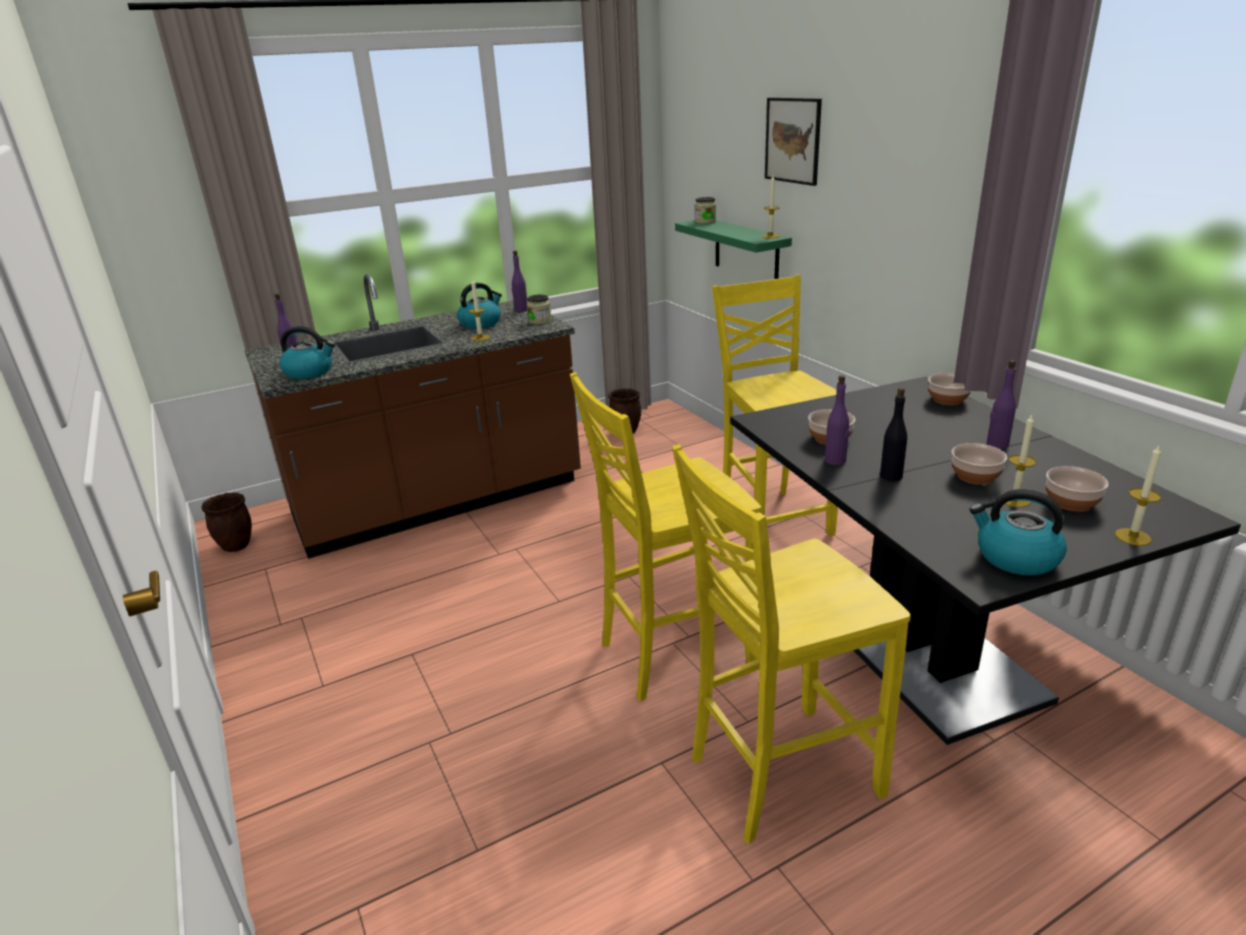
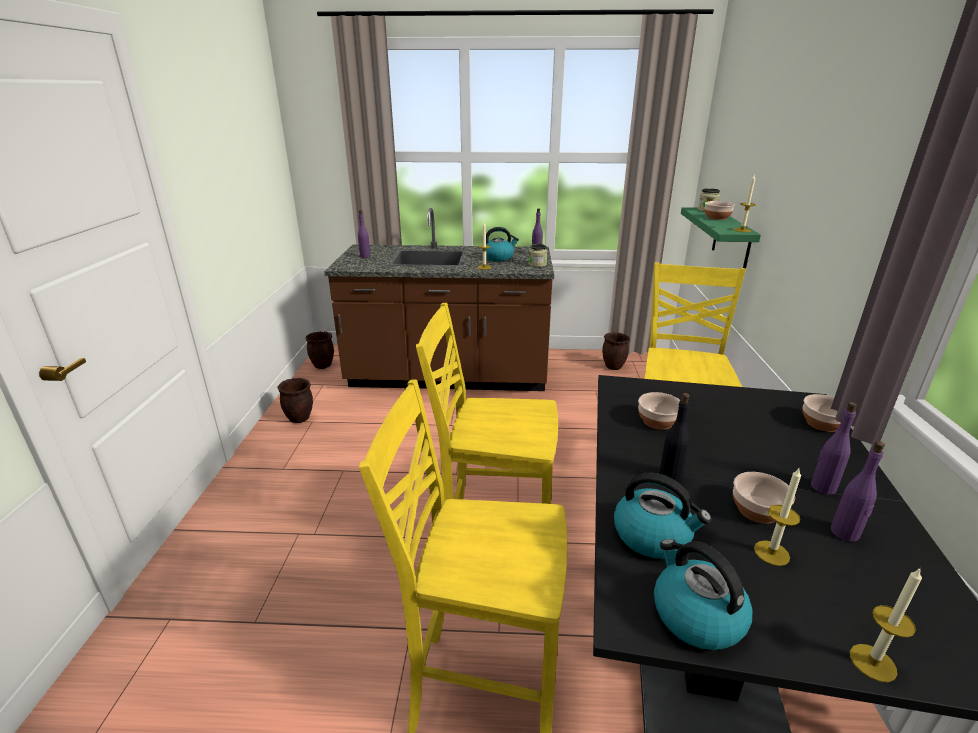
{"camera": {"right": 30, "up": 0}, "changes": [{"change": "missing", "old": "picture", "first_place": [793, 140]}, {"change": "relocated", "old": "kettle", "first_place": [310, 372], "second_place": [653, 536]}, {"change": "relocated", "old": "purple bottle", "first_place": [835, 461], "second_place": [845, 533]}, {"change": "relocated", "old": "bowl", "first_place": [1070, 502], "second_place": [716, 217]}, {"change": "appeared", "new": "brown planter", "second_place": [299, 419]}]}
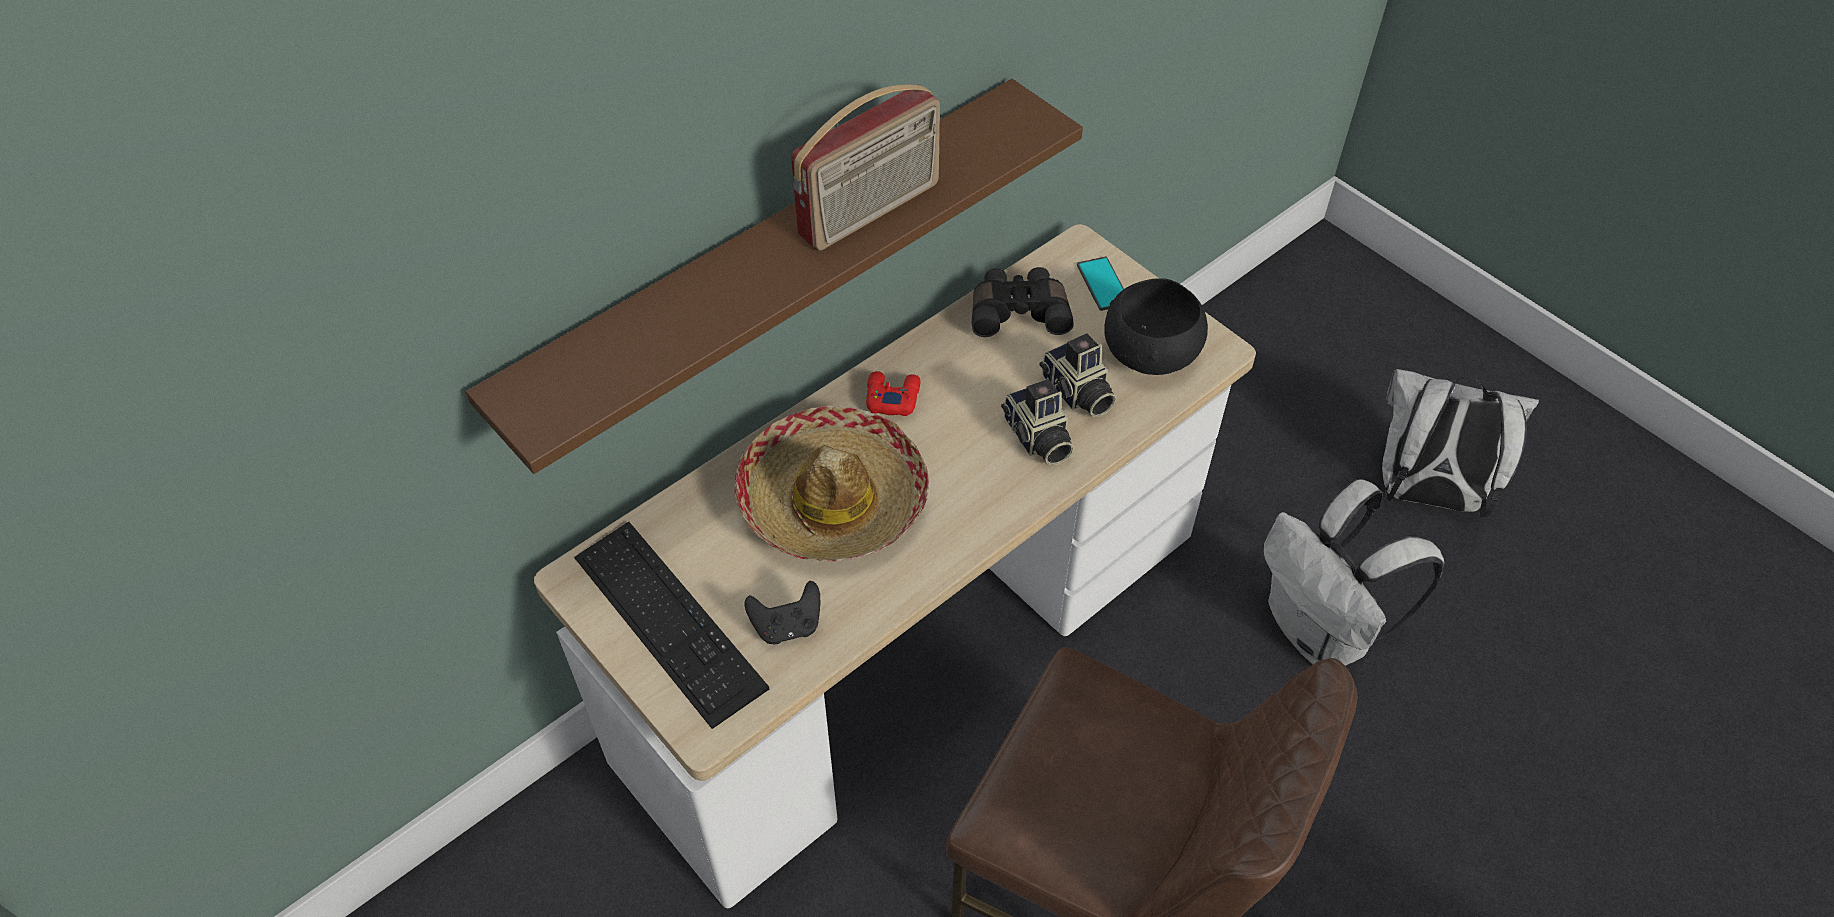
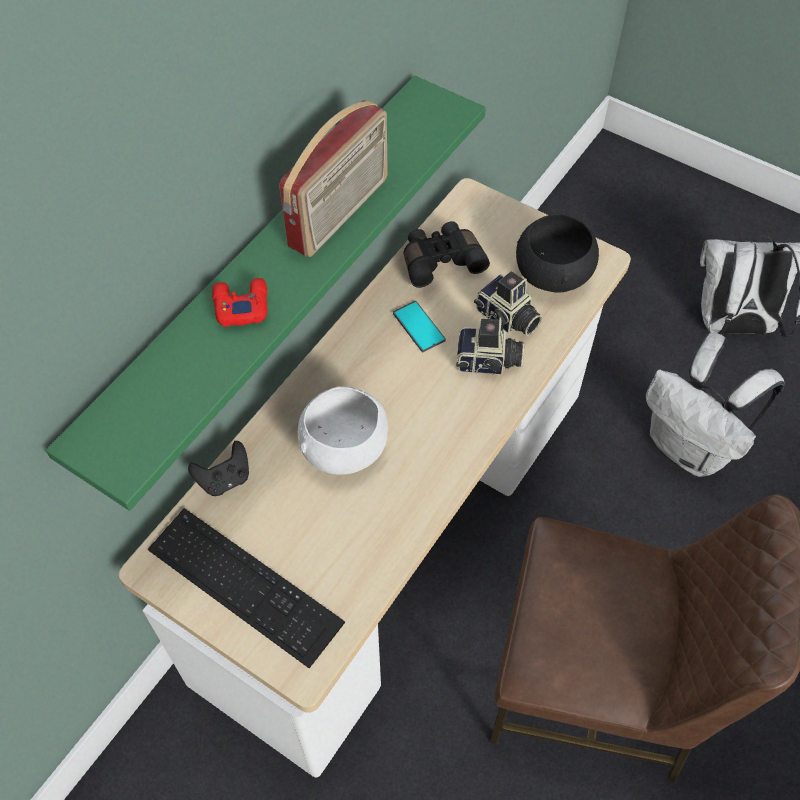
{"camera": {"right": -15, "up": 5}, "changes": [{"change": "colour", "old": "brown shelf", "new": "green shelf", "first_place": [770, 266], "second_place": [260, 274]}, {"change": "relocated", "old": "phone", "first_place": [1102, 284], "second_place": [418, 327]}, {"change": "relocated", "old": "red game controller", "first_place": [892, 397], "second_place": [241, 305]}, {"change": "spun", "old": "photo camera", "first_place": [1037, 439], "second_place": [488, 362], "degrees": -45}, {"change": "exchanged", "old": "hat", "new": "white bowl", "first_place": [832, 499], "second_place": [344, 450]}, {"change": "relocated", "old": "black game controller", "first_place": [787, 626], "second_place": [225, 479]}]}
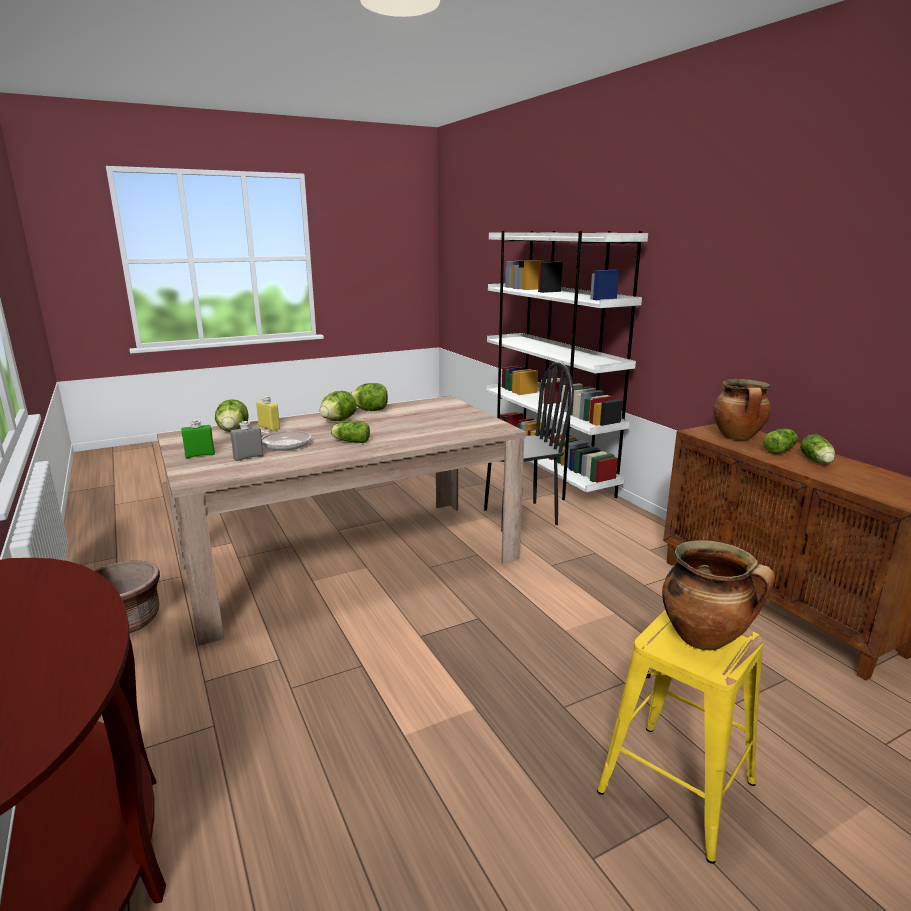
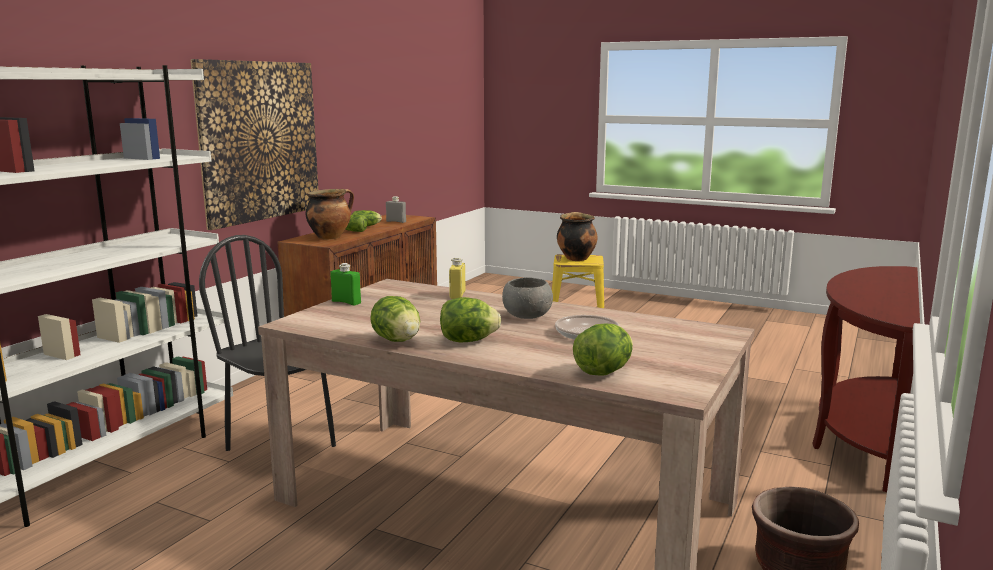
{"camera": {"right": -125, "up": -5}, "changes": [{"change": "relocated", "old": "yellow bottle", "first_place": [269, 428], "second_place": [457, 295]}, {"change": "relocated", "old": "green bottle", "first_place": [200, 455], "second_place": [346, 302]}, {"change": "relocated", "old": "grey bottle", "first_place": [248, 457], "second_place": [396, 221]}, {"change": "exchanged", "old": "lettuce", "new": "grey bowl", "first_place": [350, 441], "second_place": [527, 316]}, {"change": "appeared", "new": "picture", "second_place": [259, 141]}]}
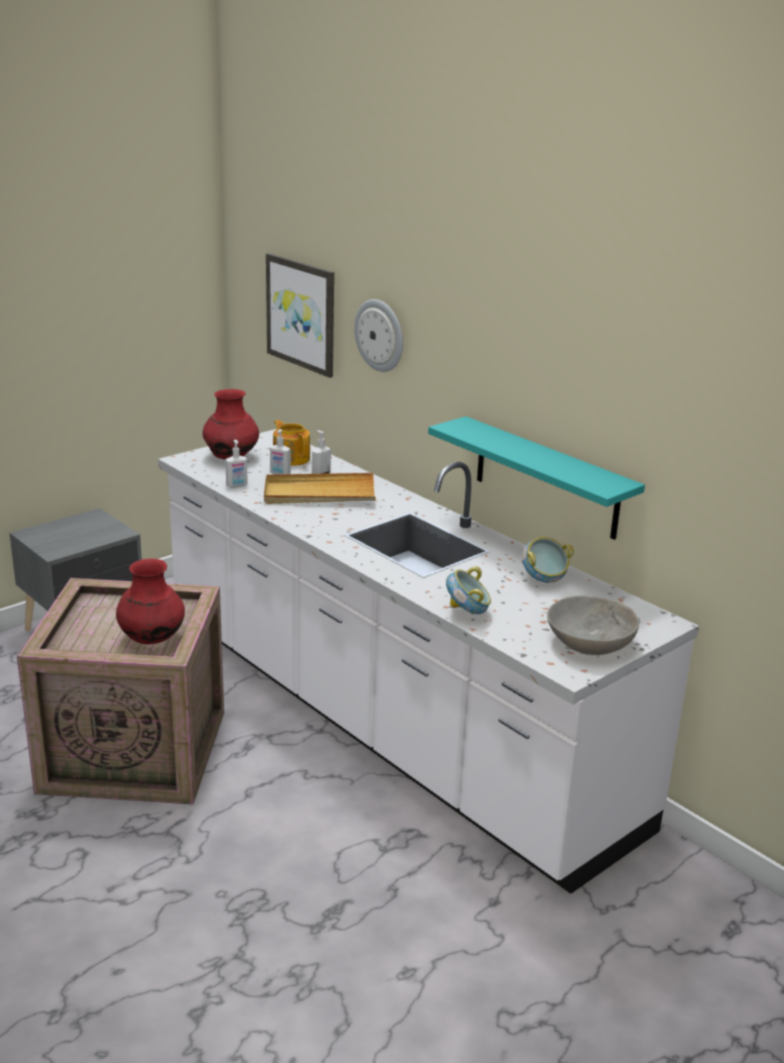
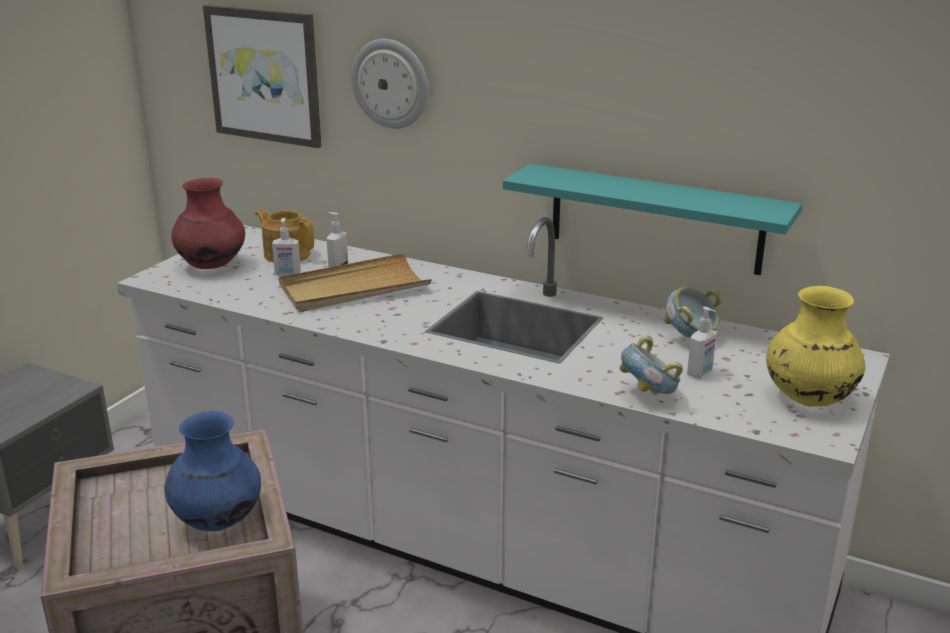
{"camera": {"right": -20, "up": 0}, "changes": [{"change": "relocated", "old": "soap dispenser", "first_place": [237, 485], "second_place": [700, 373]}, {"change": "colour", "old": "red vase", "new": "blue vase", "first_place": [151, 639], "second_place": [217, 520]}, {"change": "exchanged", "old": "grey bowl", "new": "yellow vase", "first_place": [589, 642], "second_place": [808, 399]}]}
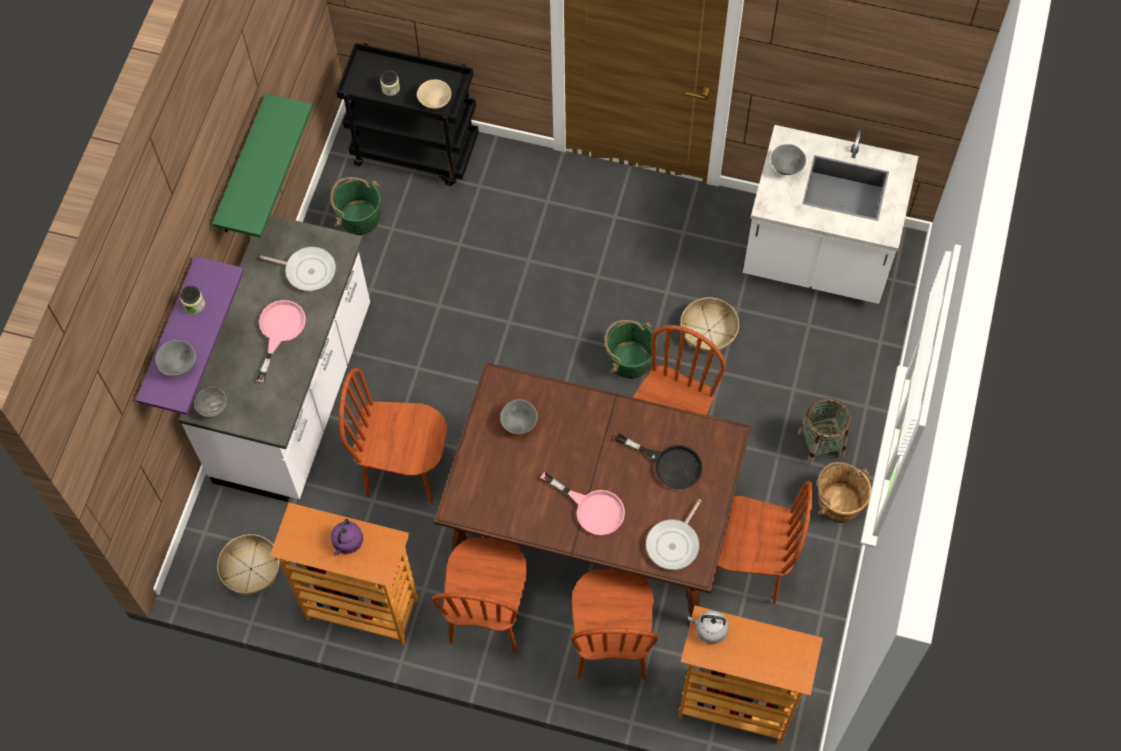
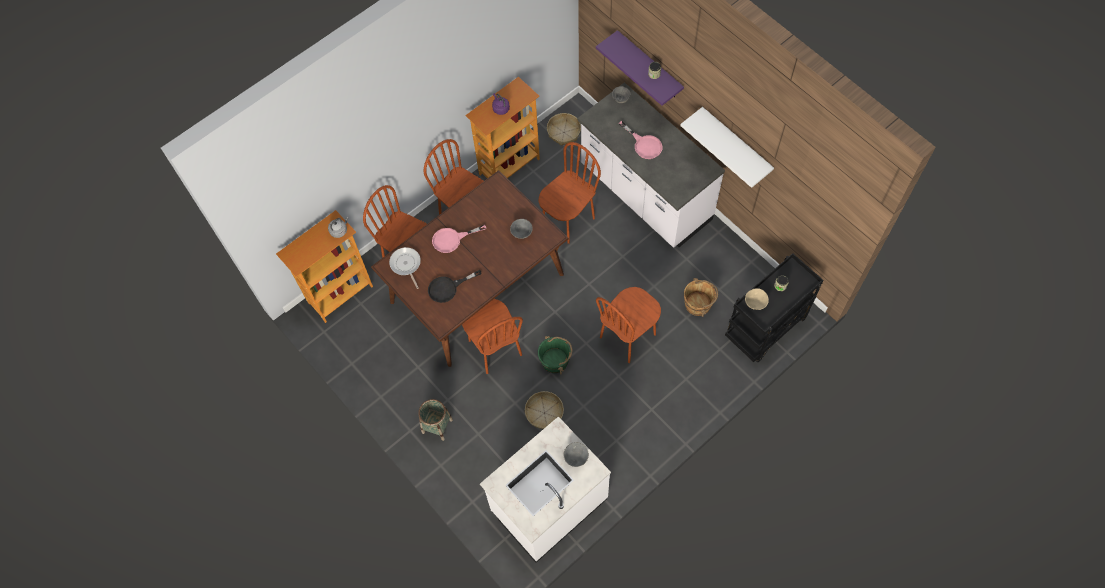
{"camera": {"right": 125, "up": 0}, "changes": [{"change": "colour", "old": "green shelf", "new": "white shelf", "first_place": [242, 168], "second_place": [736, 144]}, {"change": "missing", "old": "green bucket", "first_place": [359, 217]}, {"change": "missing", "old": "frying pan", "first_place": [307, 270]}, {"change": "missing", "old": "grey bowl", "first_place": [180, 366]}, {"change": "relocated", "old": "brown bucket", "first_place": [839, 502], "second_place": [698, 304]}, {"change": "relocated", "old": "brown chair", "first_place": [746, 567], "second_place": [628, 336]}]}
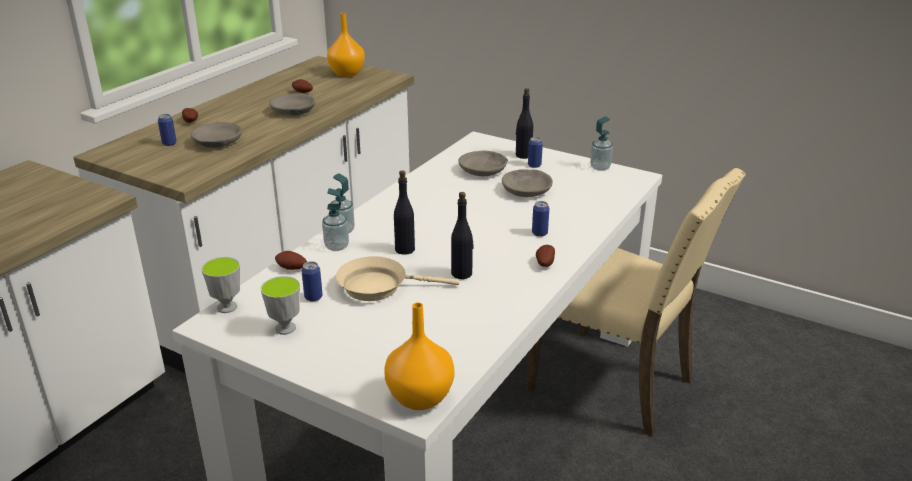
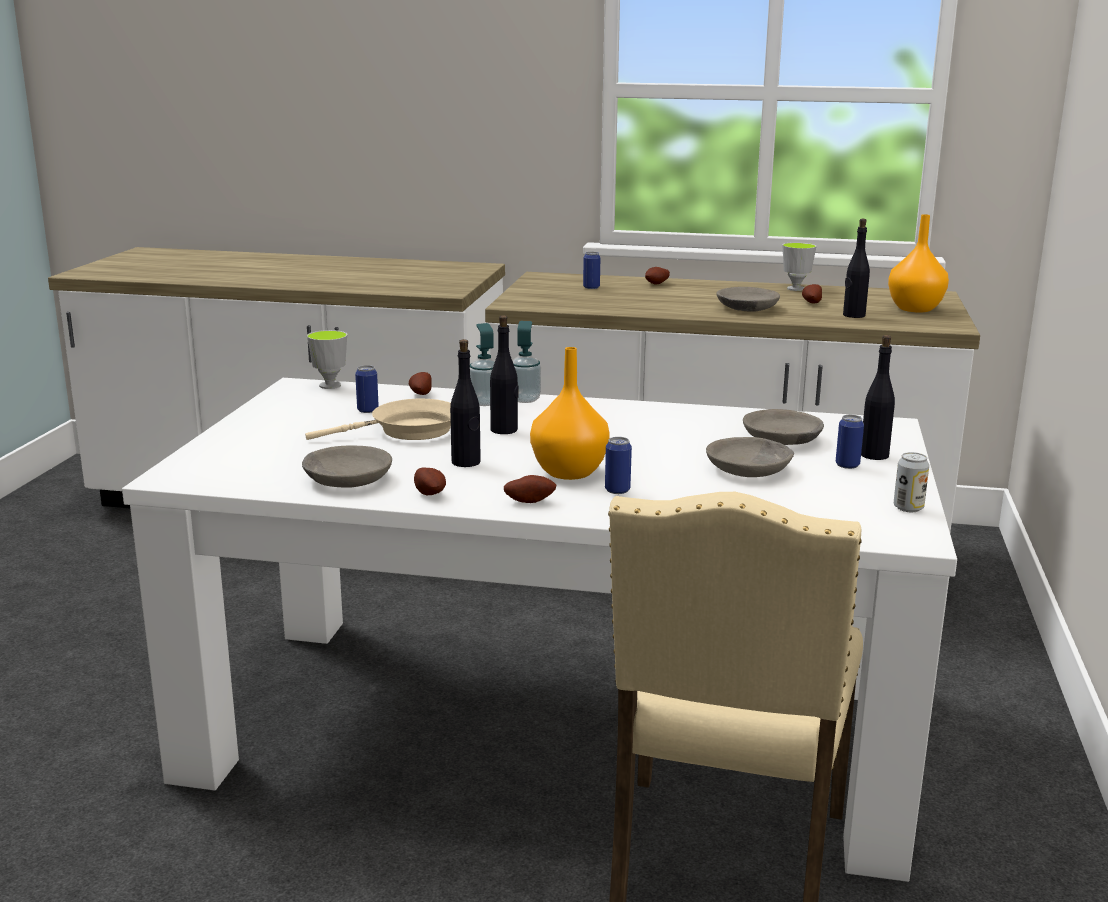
{"camera": {"right": 70, "up": -10}, "changes": [{"change": "exchanged", "old": "soap dispenser", "new": "can", "first_place": [600, 167], "second_place": [908, 508]}, {"change": "relocated", "old": "grey bowl", "first_place": [217, 142], "second_place": [346, 479]}, {"change": "spun", "old": "beige frying pan", "first_place": [378, 286], "second_place": [408, 431], "degrees": 90}, {"change": "relocated", "old": "cup", "first_place": [285, 328], "second_place": [796, 289]}, {"change": "relocated", "old": "orange vase", "first_place": [419, 397], "second_place": [570, 472]}, {"change": "appeared", "new": "black bottle", "second_place": [853, 315]}, {"change": "appeared", "new": "potato", "second_place": [430, 493]}]}
